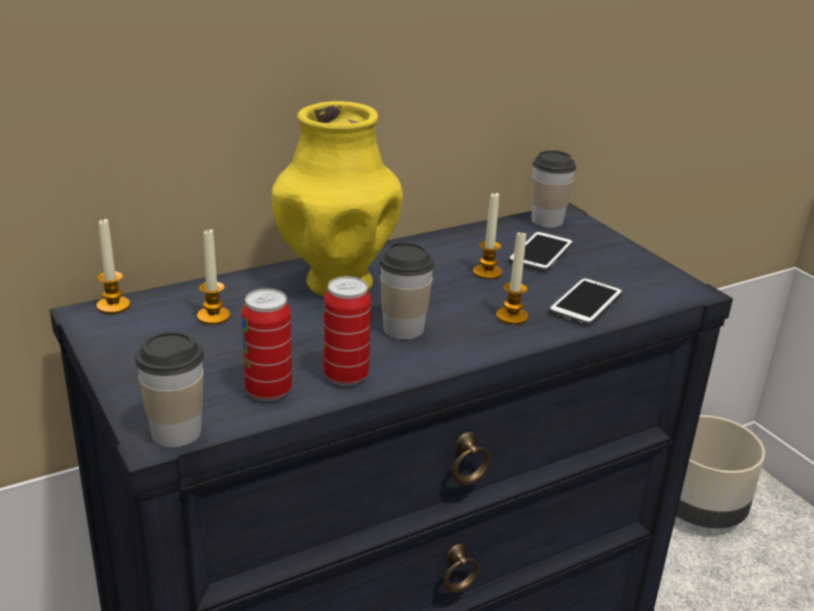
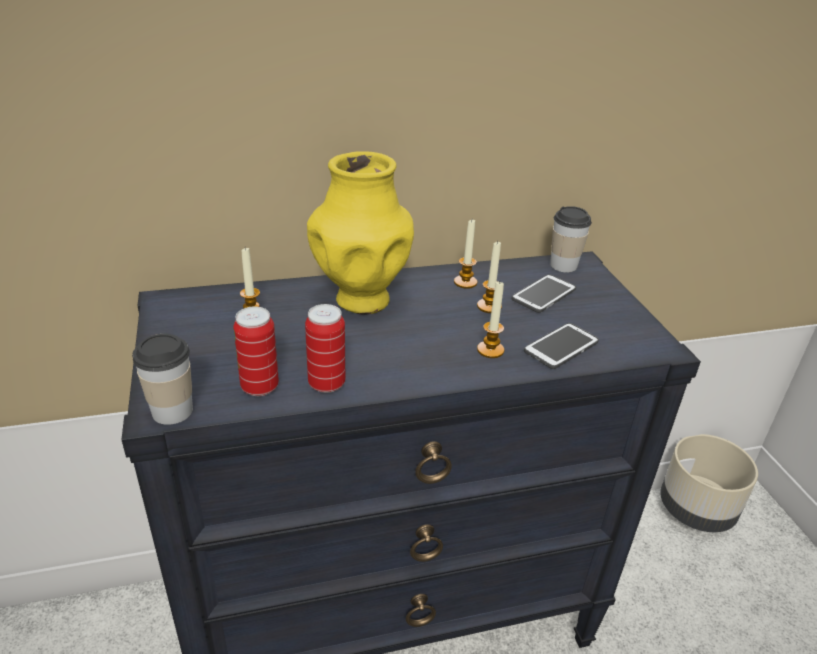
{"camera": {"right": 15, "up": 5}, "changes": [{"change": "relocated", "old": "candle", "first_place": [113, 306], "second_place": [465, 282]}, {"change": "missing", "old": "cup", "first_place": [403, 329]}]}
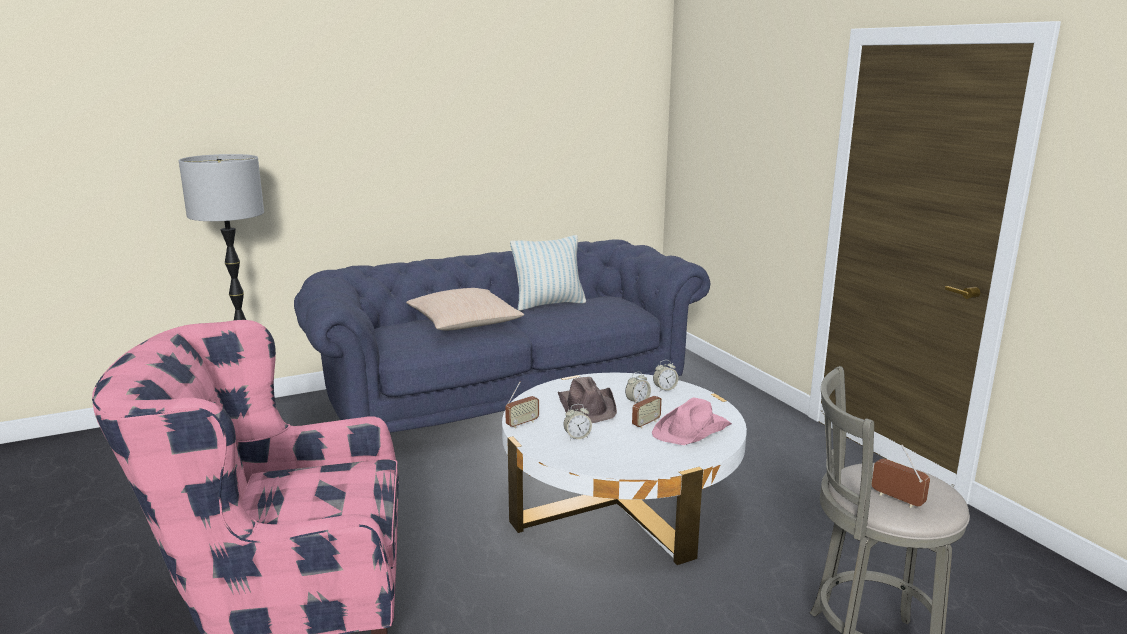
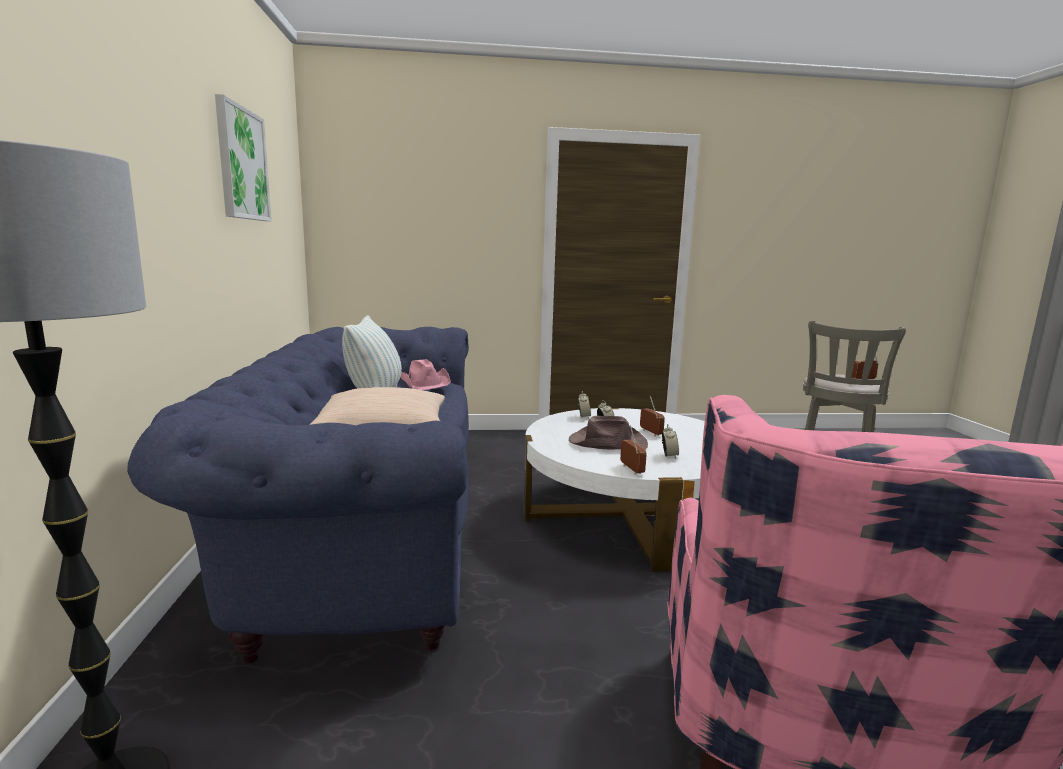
{"camera": {"right": -70, "up": -5}, "changes": [{"change": "relocated", "old": "pink hat", "first_place": [692, 430], "second_place": [425, 383]}, {"change": "appeared", "new": "picture", "second_place": [242, 164]}]}
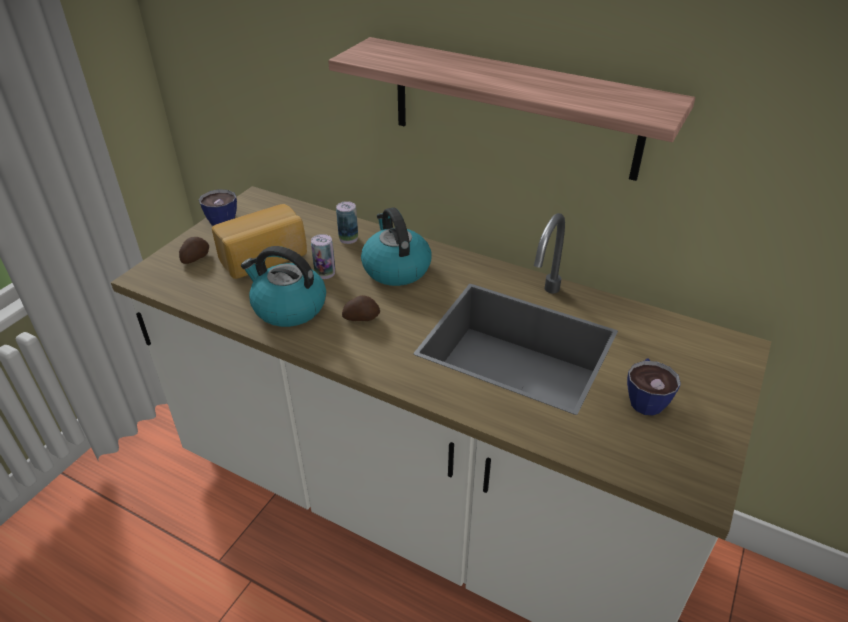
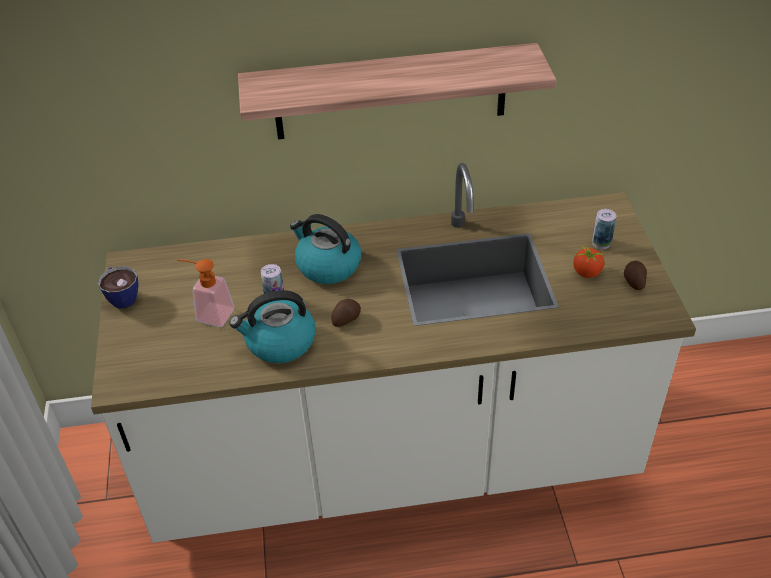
{"camera": {"right": -35, "up": 5}, "changes": [{"change": "relocated", "old": "can", "first_place": [348, 238], "second_place": [601, 243]}, {"change": "exchanged", "old": "bread", "new": "soap dispenser", "first_place": [265, 259], "second_place": [209, 313]}, {"change": "relocated", "old": "potato", "first_place": [195, 258], "second_place": [633, 281]}, {"change": "exchanged", "old": "cup", "new": "tomato", "first_place": [645, 398], "second_place": [587, 272]}]}
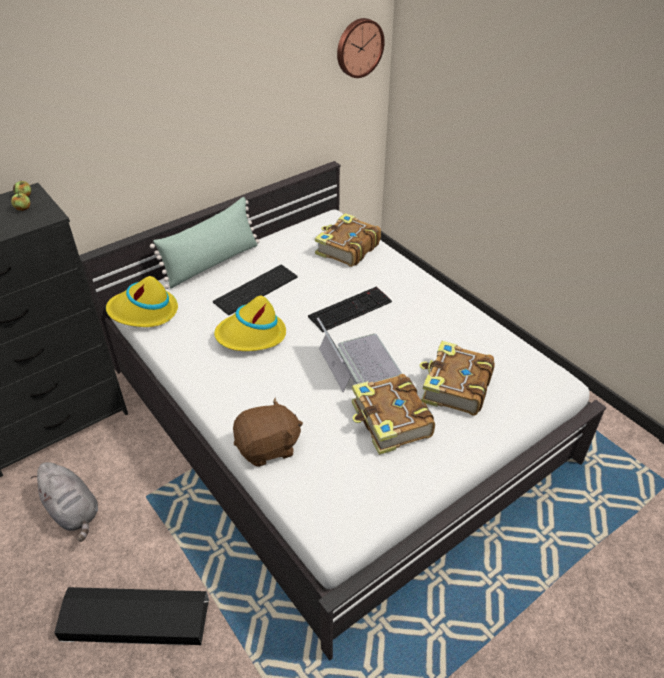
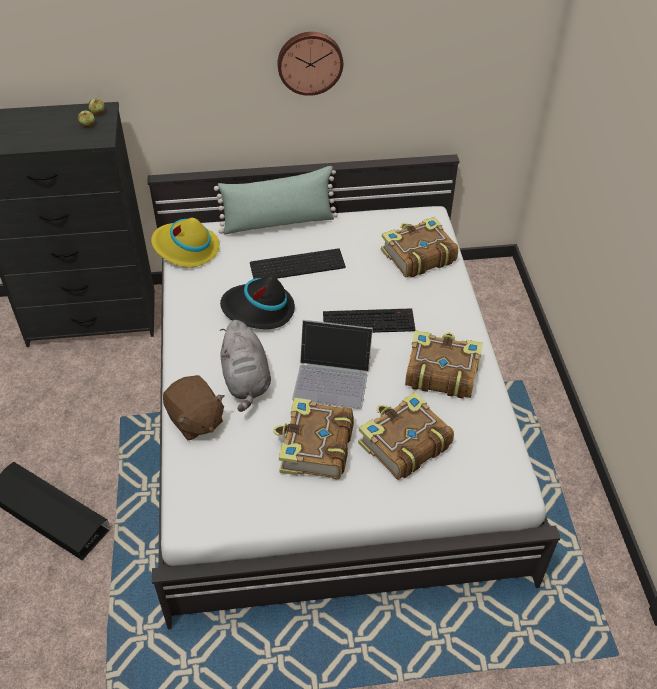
{"camera": {"right": 30, "up": 5}, "changes": [{"change": "relocated", "old": "wall clock", "first_place": [358, 47], "second_place": [310, 62]}, {"change": "colour", "old": "yellow hat", "new": "black hat", "first_place": [251, 335], "second_place": [258, 310]}, {"change": "spun", "old": "laptop", "first_place": [358, 361], "second_place": [332, 377], "degrees": 90}, {"change": "spun", "old": "brown plush toy", "first_place": [268, 447], "second_place": [195, 420], "degrees": 45}, {"change": "relocated", "old": "grey plush toy", "first_place": [73, 511], "second_place": [246, 380]}, {"change": "appeared", "new": "book", "second_place": [440, 372]}]}
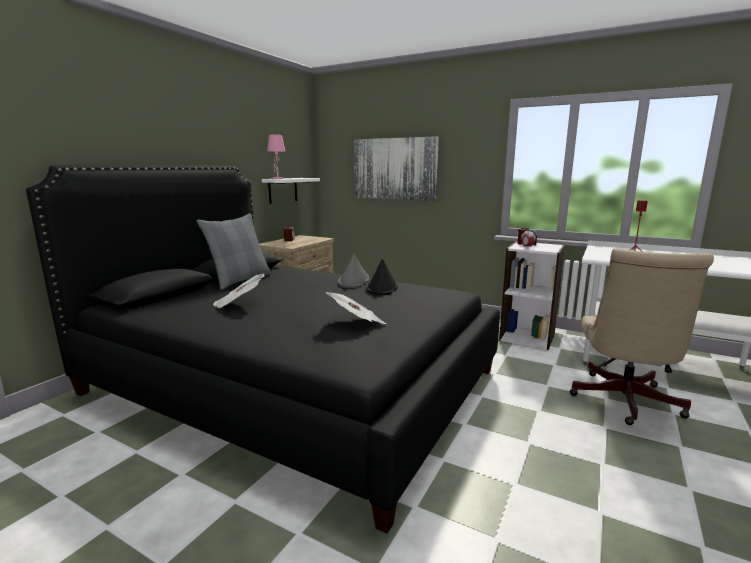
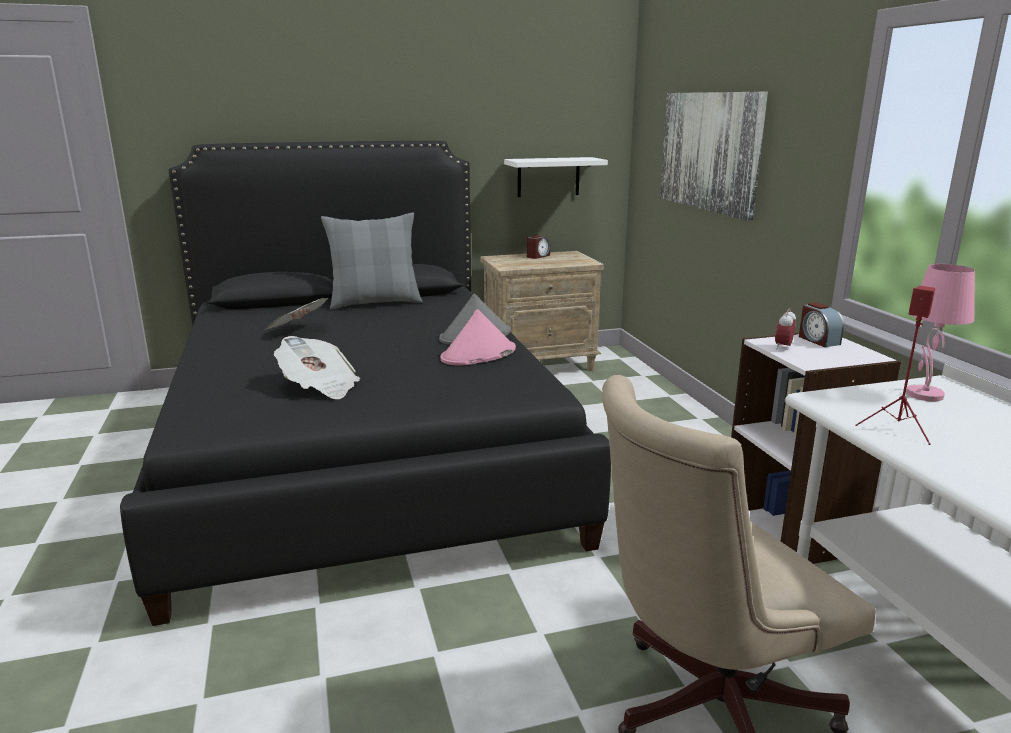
{"camera": {"right": 45, "up": 5}, "changes": [{"change": "relocated", "old": "pink table lamp", "first_place": [277, 178], "second_place": [923, 394]}, {"change": "colour", "old": "black hat", "new": "pink hat", "first_place": [382, 287], "second_place": [478, 354]}]}
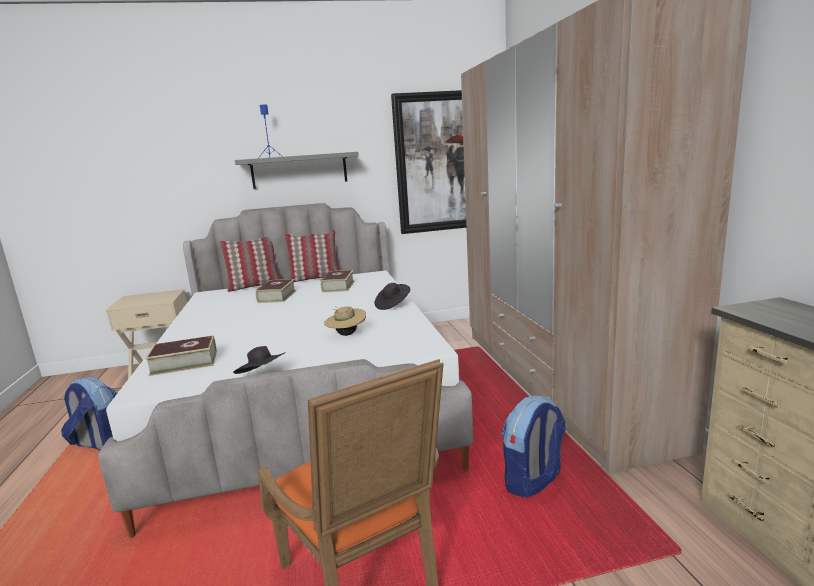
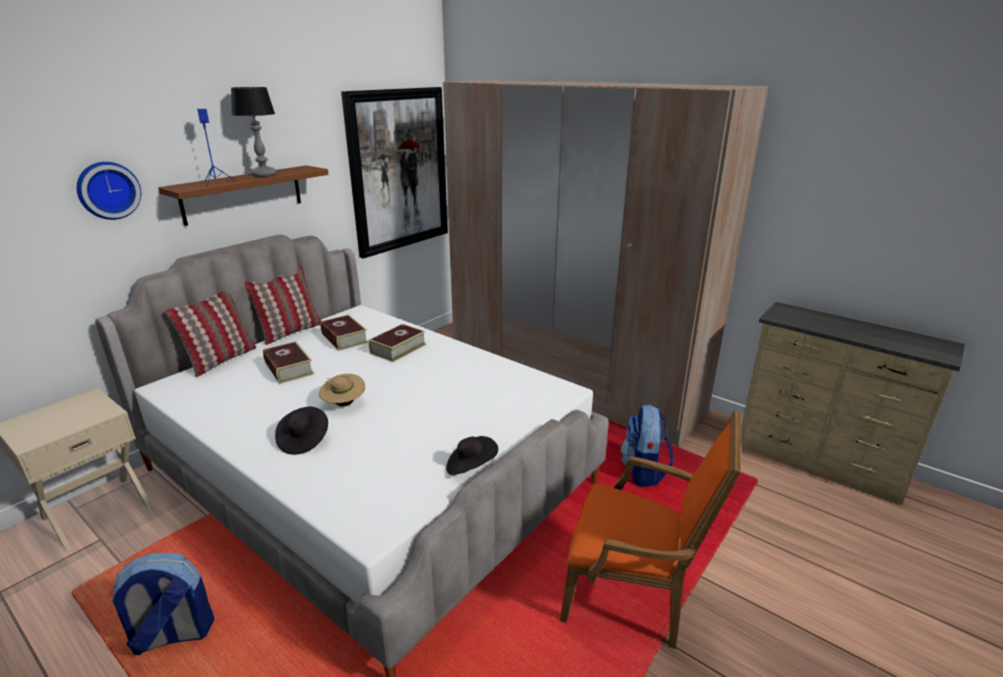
{"camera": {"right": -40, "up": 10}, "changes": [{"change": "colour", "old": "grey shelf", "new": "brown shelf", "first_place": [299, 170], "second_place": [243, 194]}, {"change": "relocated", "old": "black hat", "first_place": [393, 305], "second_place": [303, 440]}, {"change": "relocated", "old": "beige hat", "first_place": [346, 334], "second_place": [344, 404]}, {"change": "relocated", "old": "book", "first_place": [184, 363], "second_place": [398, 348]}, {"change": "appeared", "new": "table lamp", "second_place": [263, 175]}, {"change": "appeared", "new": "wall clock", "second_place": [107, 190]}]}
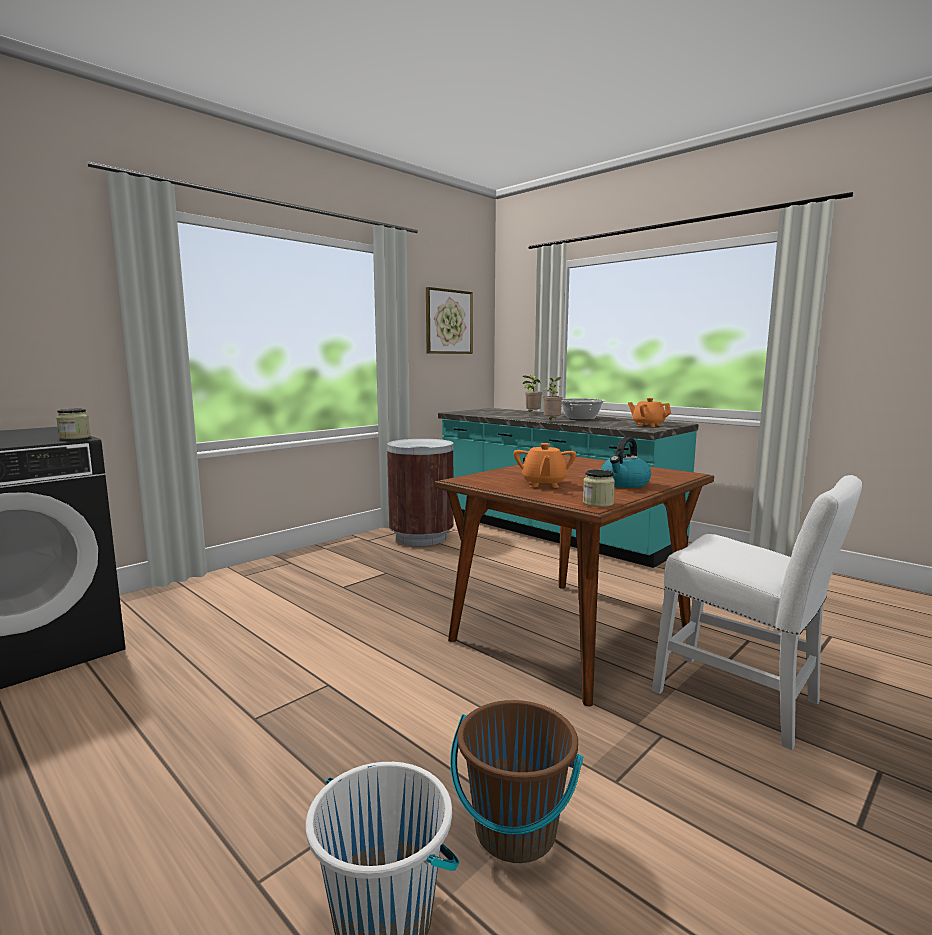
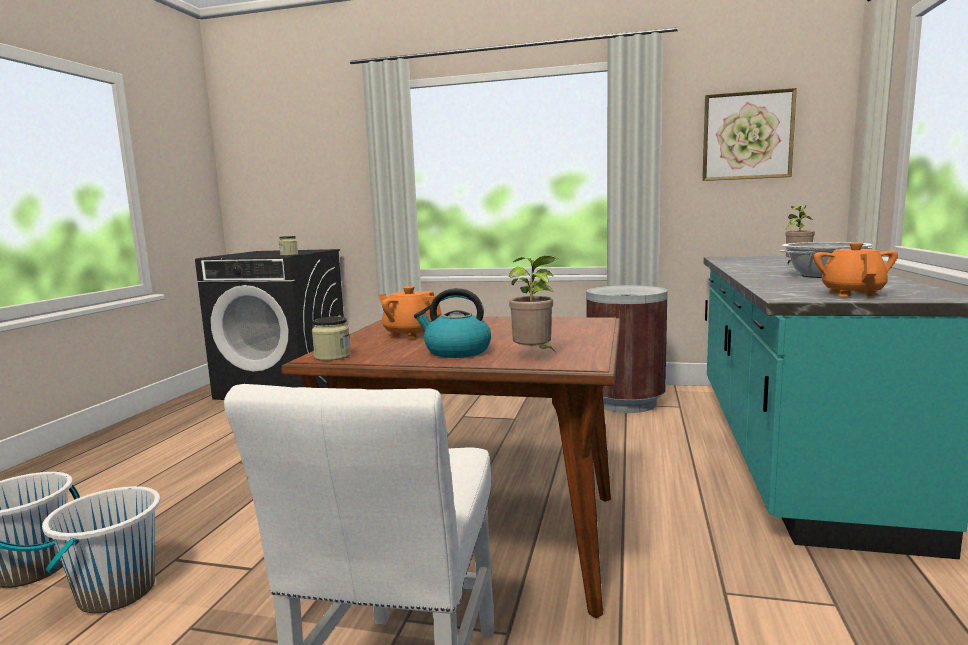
{"camera": {"right": 60, "up": 0}, "changes": [{"change": "relocated", "old": "potted plant", "first_place": [552, 422], "second_place": [535, 356]}, {"change": "spun", "old": "orange teapot", "first_place": [543, 484], "second_place": [411, 334], "degrees": 60}, {"change": "colour", "old": "brown bucket", "new": "white bucket", "first_place": [515, 831], "second_place": [116, 592]}]}
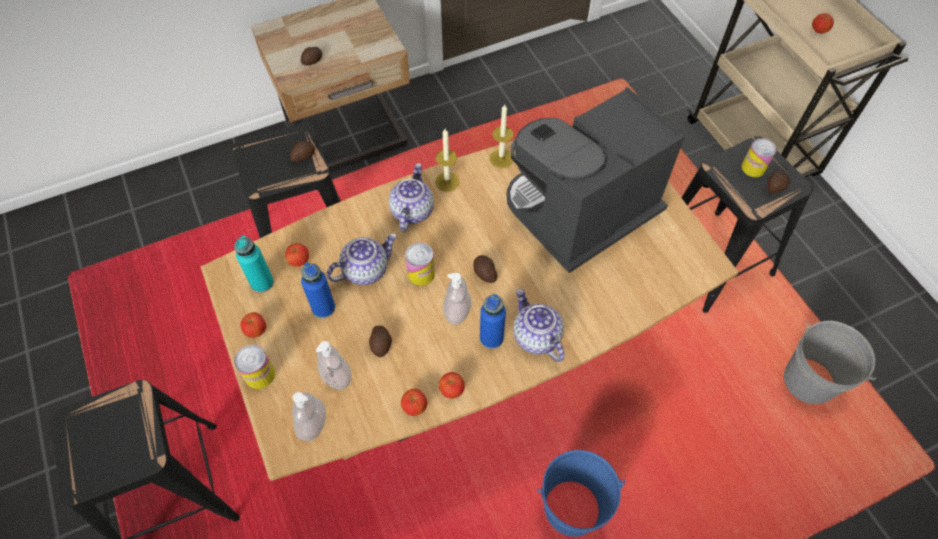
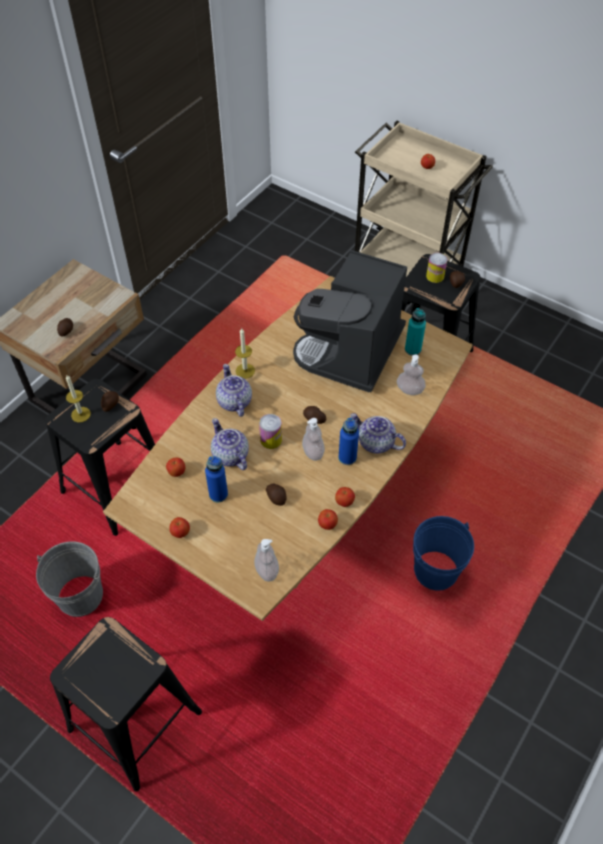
{"camera": {"right": -30, "up": -5}, "changes": [{"change": "relocated", "old": "candle", "first_place": [501, 158], "second_place": [81, 414]}, {"change": "spun", "old": "teapot", "first_place": [365, 269], "second_place": [229, 455], "degrees": -60}, {"change": "relocated", "old": "turquoise bottle", "first_place": [262, 283], "second_place": [413, 349]}, {"change": "relocated", "old": "grey bucket", "first_place": [808, 381], "second_place": [81, 596]}, {"change": "relocated", "old": "soap dispenser", "first_place": [336, 376], "second_place": [409, 390]}, {"change": "missing", "old": "can", "first_place": [260, 375]}]}
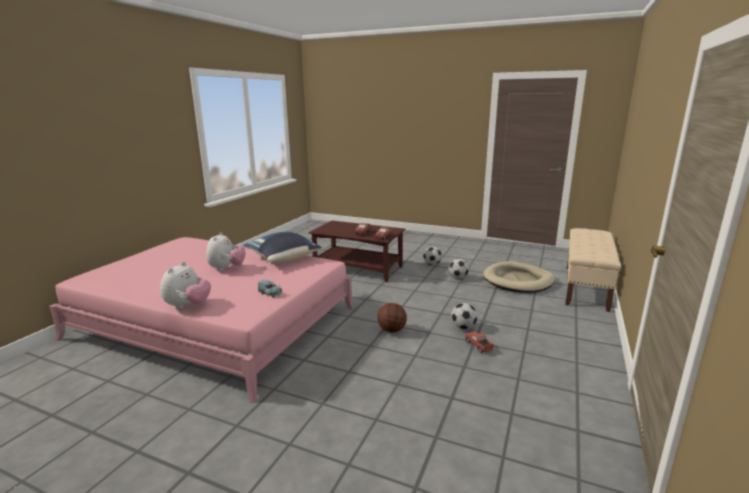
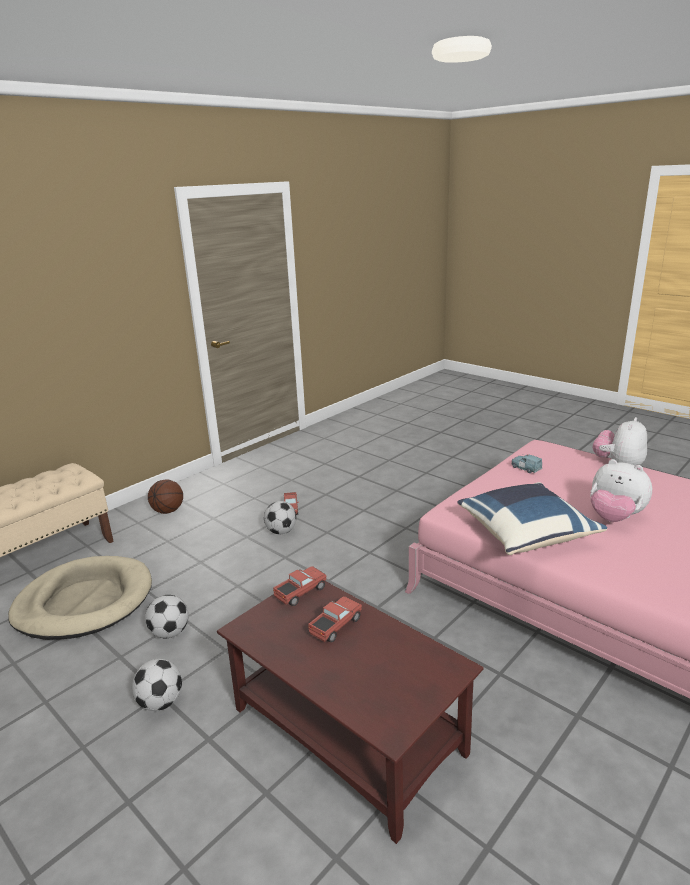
{"camera": {"right": -160, "up": 5}, "changes": [{"change": "spun", "old": "plush toy", "first_place": [227, 268], "second_place": [614, 518], "degrees": -75}, {"change": "relocated", "old": "basketball", "first_place": [392, 330], "second_place": [168, 511]}]}
